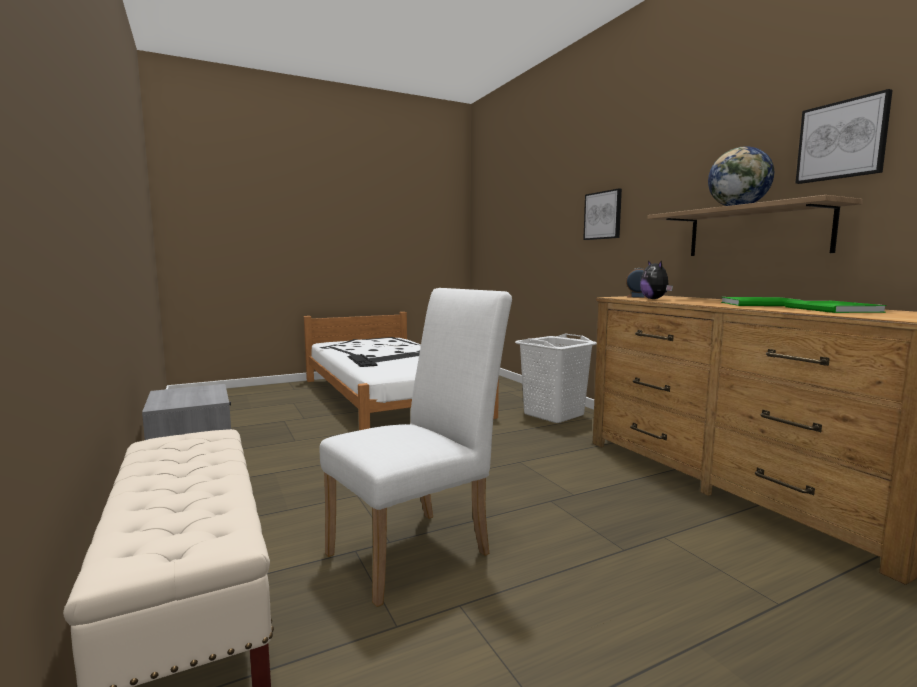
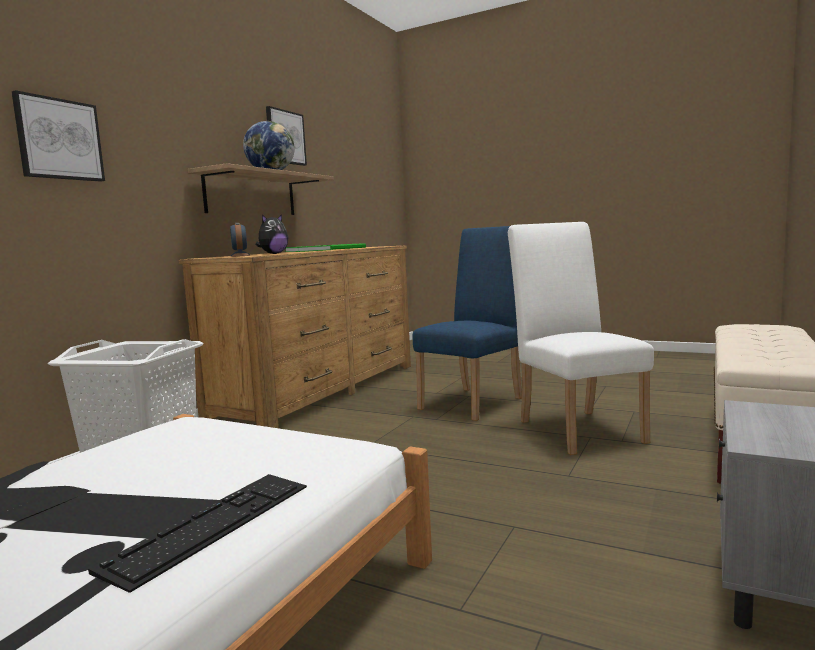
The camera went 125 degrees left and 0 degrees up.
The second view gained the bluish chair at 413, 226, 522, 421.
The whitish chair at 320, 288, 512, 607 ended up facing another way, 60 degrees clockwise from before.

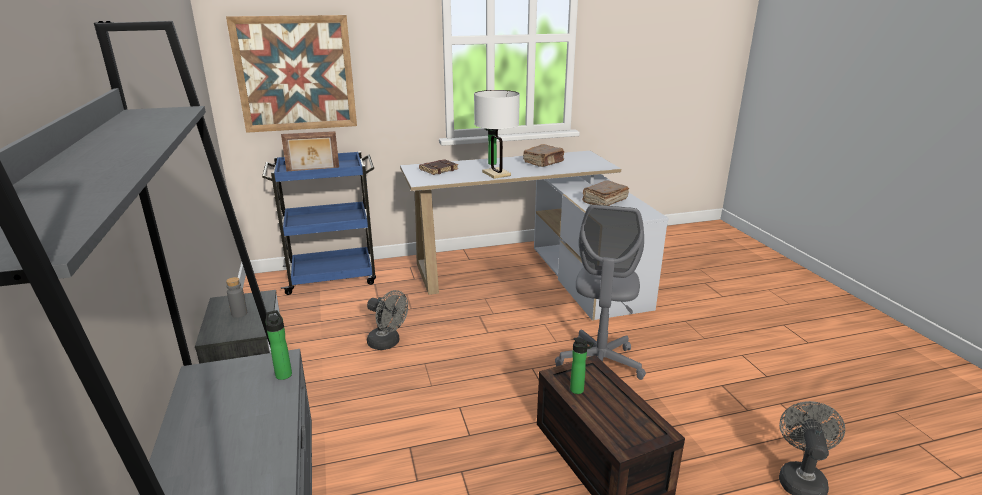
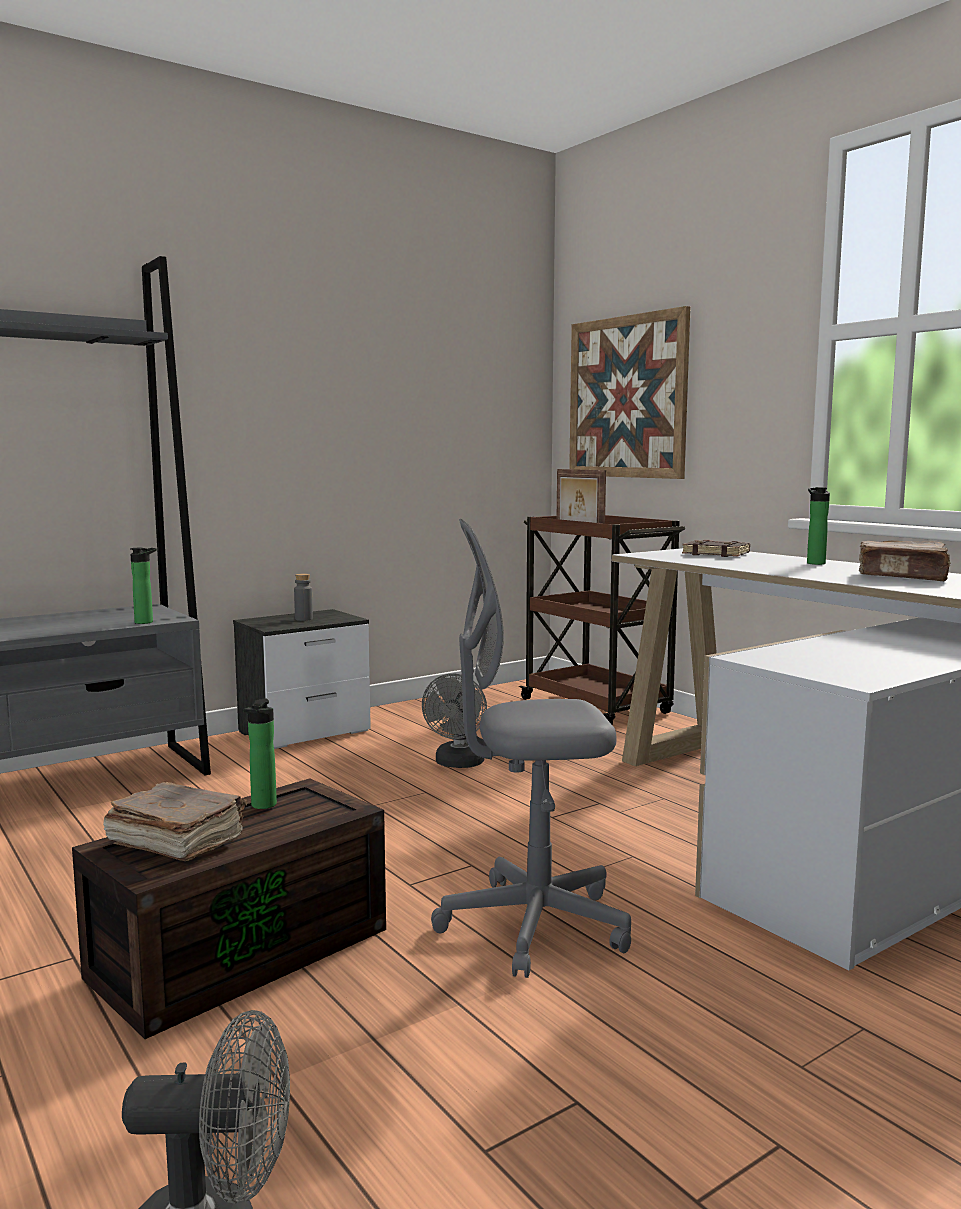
The camera went 70 degrees right and 15 degrees down.
The brown-coloured volume ended up elsewhere, having gone from 582, 180, 629, 206 to 103, 782, 247, 861.
What was the bluish trolley at 262, 151, 376, 295 turned into the brown-coloured trolley at 519, 515, 685, 724.
The second view lost the whitish tabletop lamp at 474, 90, 520, 179.

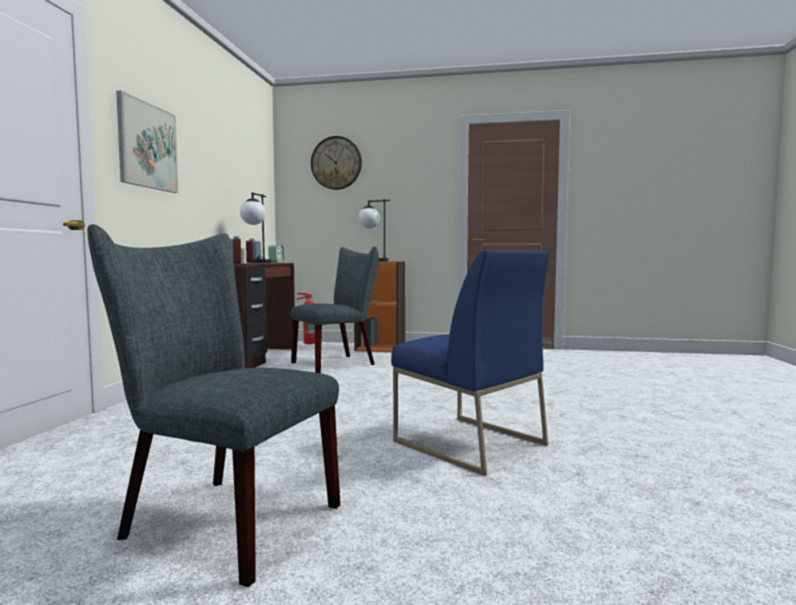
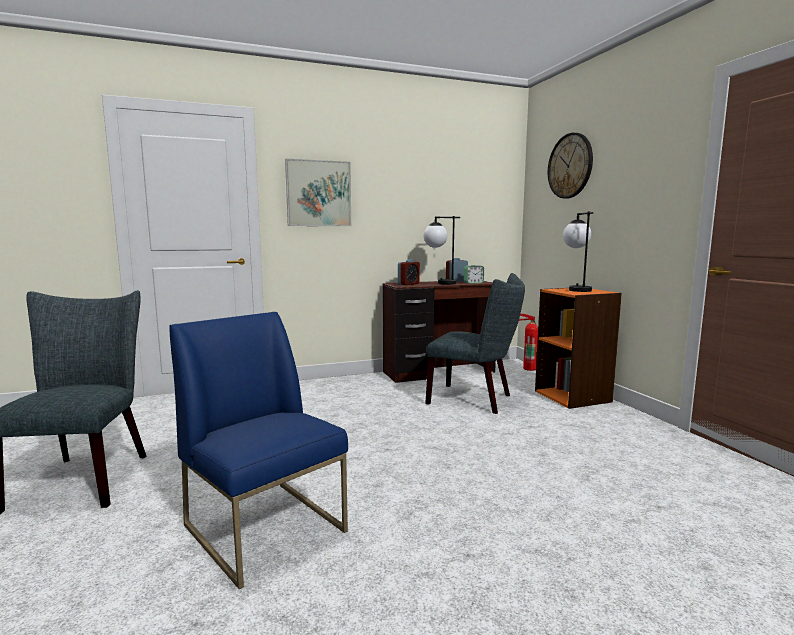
The camera went 60 degrees right and 5 degrees up.
The bluish chair at 391, 250, 550, 476 ended up facing another way, 120 degrees clockwise from before.

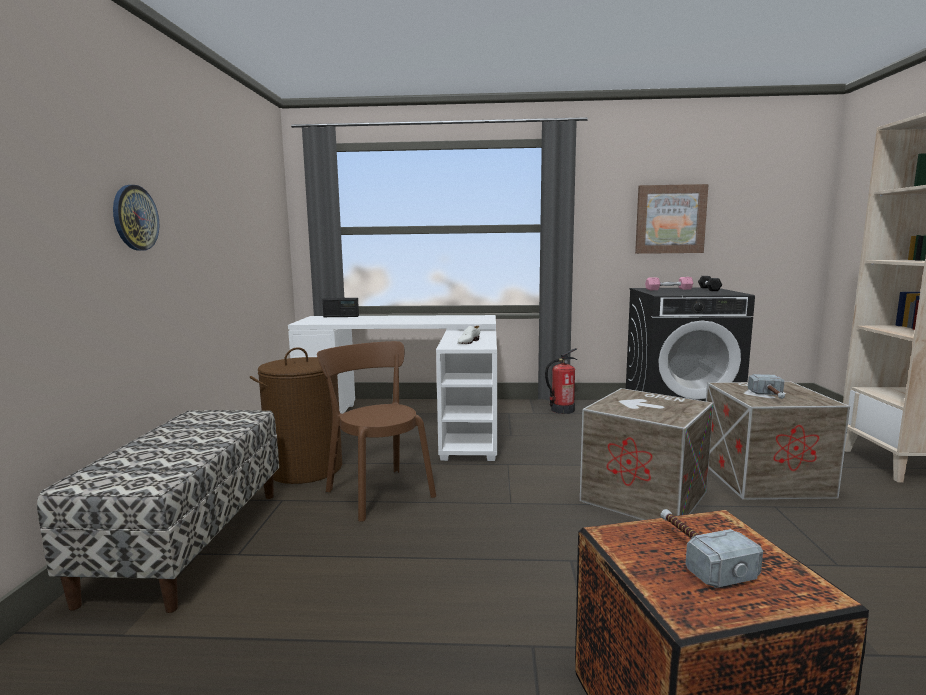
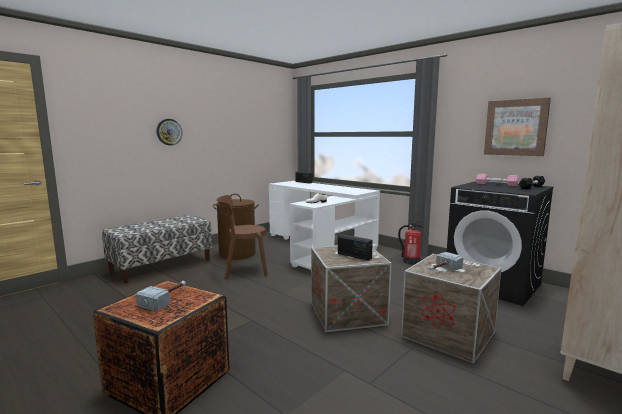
The camera went 40 degrees right and 0 degrees up.
The brown-coloured chair at 317, 341, 436, 522 ended up facing another way, 105 degrees counterclockwise from before.
The second view gained the radio set at 338, 234, 373, 261.

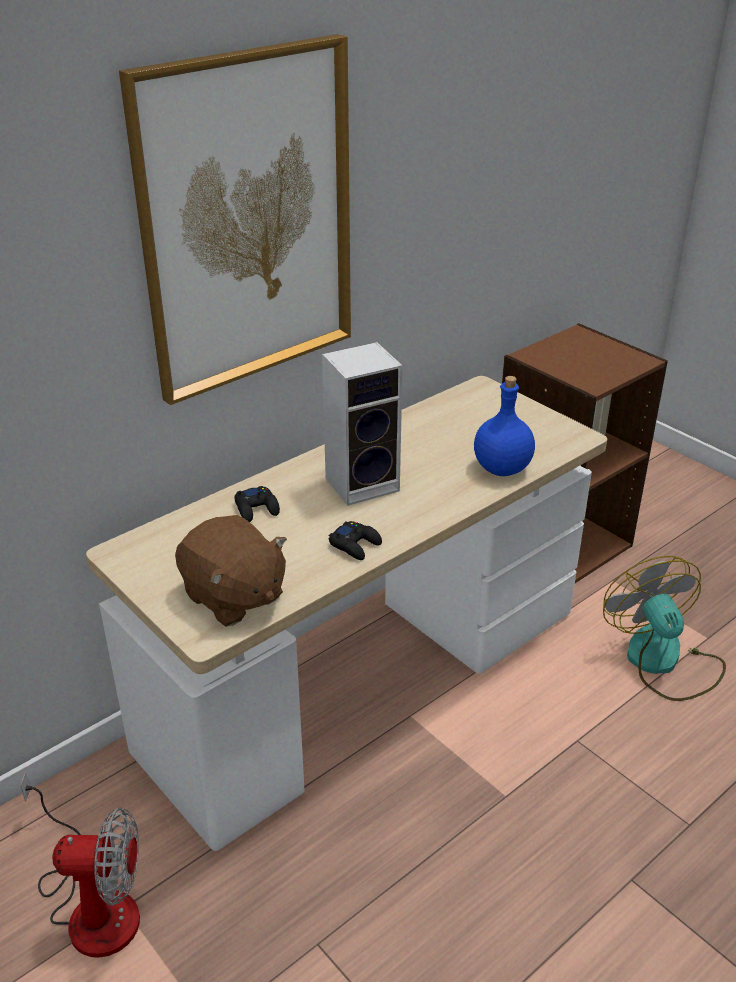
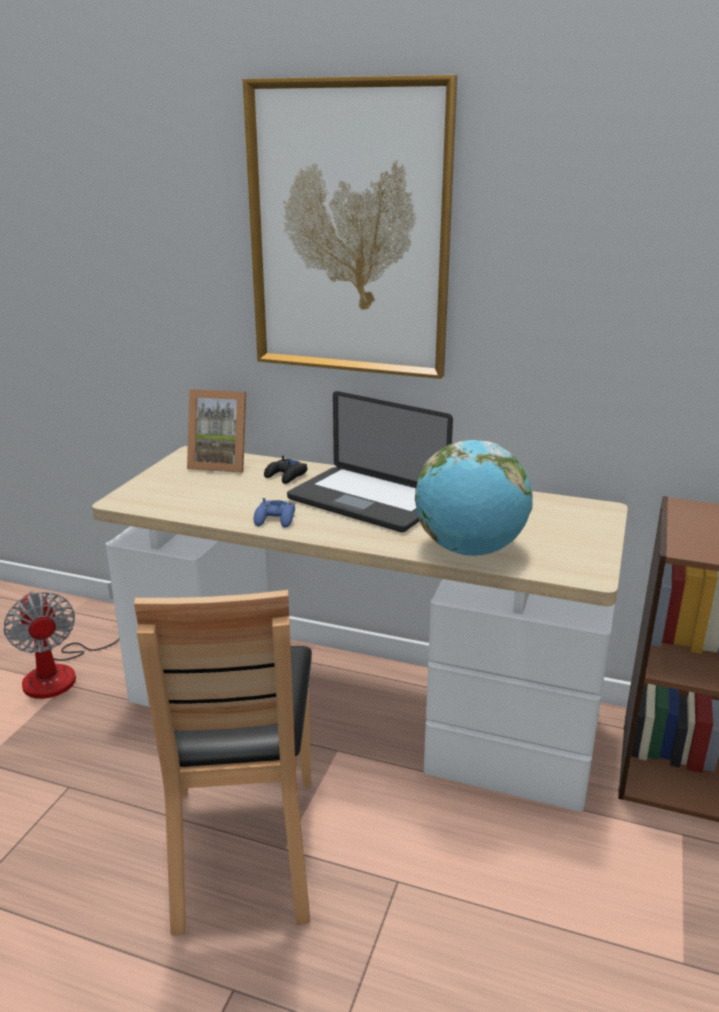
The camera went 60 degrees right and 10 degrees down.
The second view gained the brown-coloured chair at 134, 590, 312, 936.
The second view gained the standing frame at 187, 389, 246, 473.
What was the blackish joypad at 329, 521, 382, 560 turned into the bluish joypad at 254, 498, 295, 528.
Where the loudspeaker stood at 322, 342, 403, 506, the laptop came to stand at 287, 391, 453, 532.
Where the bluish drink bottle stood at 474, 376, 535, 476, the globe came to stand at 415, 440, 533, 556.
The second view lost the brown-coloured plush toy at 175, 515, 287, 627.
The second view lost the electric fan at 603, 556, 726, 701.

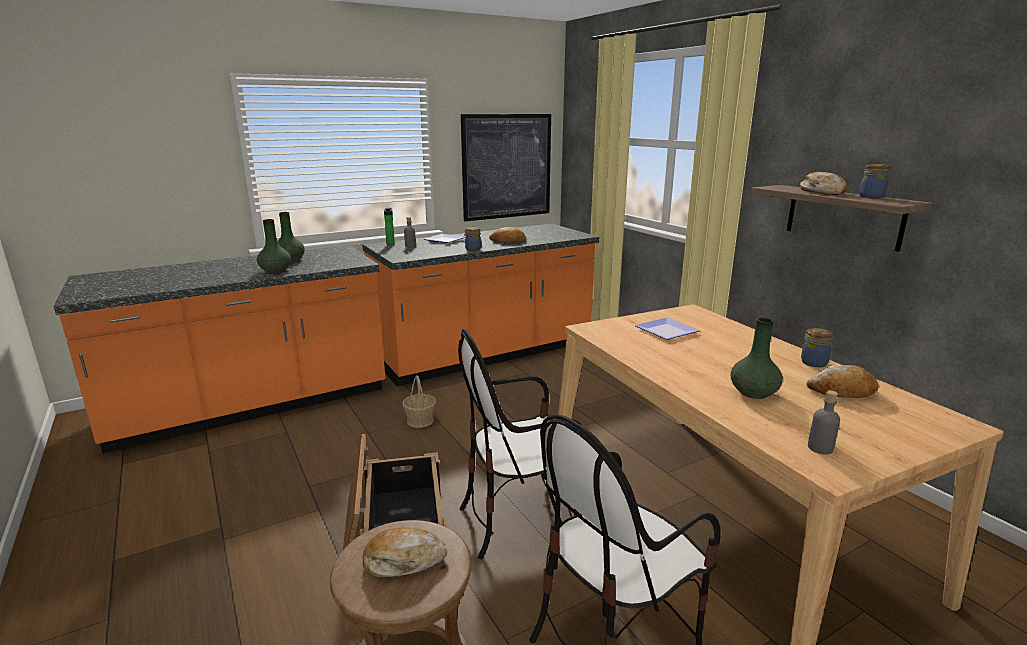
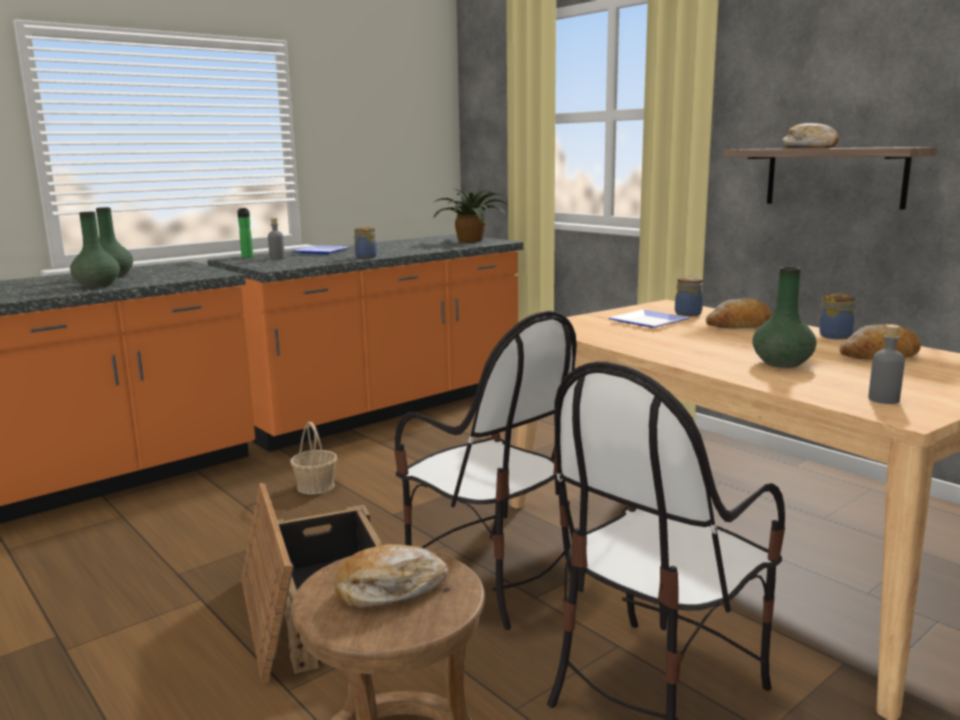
The camera went 10 degrees left and 5 degrees down.
The chair at 458, 329, 583, 559 ended up facing another way, 105 degrees counterclockwise from before.
The second view gained the plant in a pot at 433, 189, 506, 242.
The preserve jar ended up elsewhere, having gone from 859, 164, 890, 199 to 675, 277, 703, 316.
The bread ended up elsewhere, having gone from 489, 227, 525, 243 to 706, 298, 772, 328.
The second view lost the wall art at 461, 114, 551, 221.

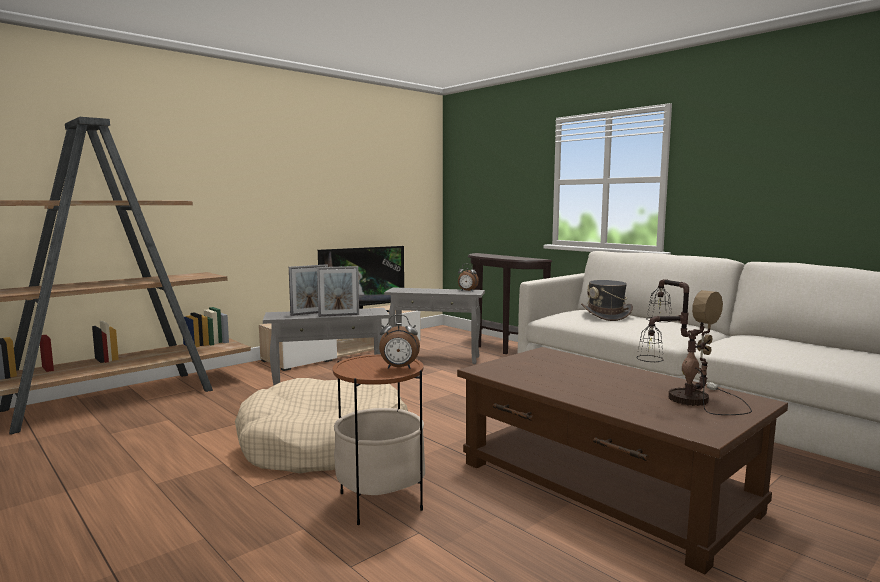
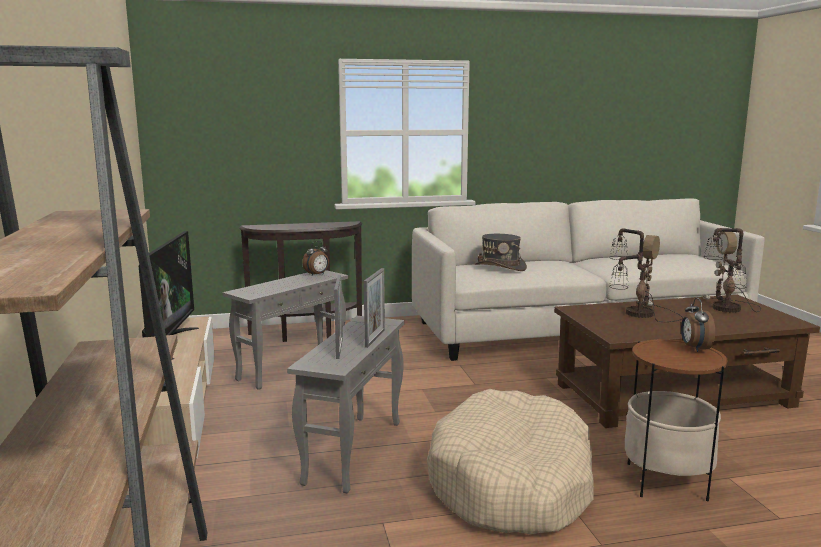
The camera went 60 degrees left and 5 degrees up.
The second view gained the tabletop lamp at 609, 229, 683, 322.
The table clock at 379, 314, 420, 369 ended up facing another way, 150 degrees clockwise from before.

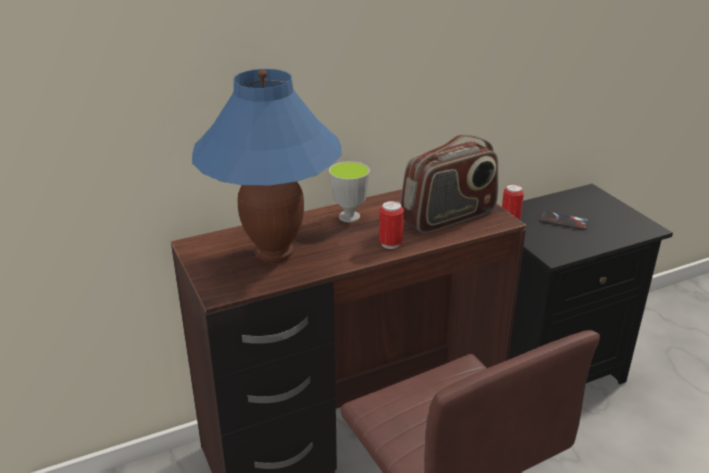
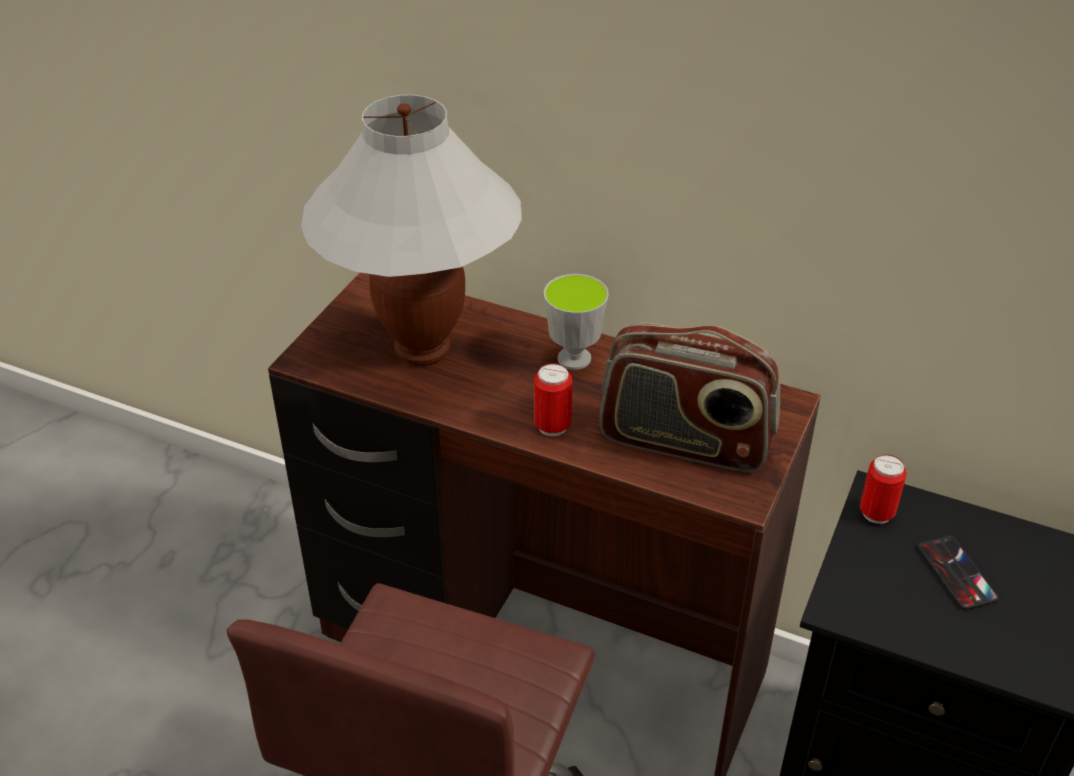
The camera went 50 degrees right and 10 degrees up.
What was the bluish tabletop lamp at 192, 69, 342, 263 turned into the whitish tabletop lamp at 300, 95, 522, 366.

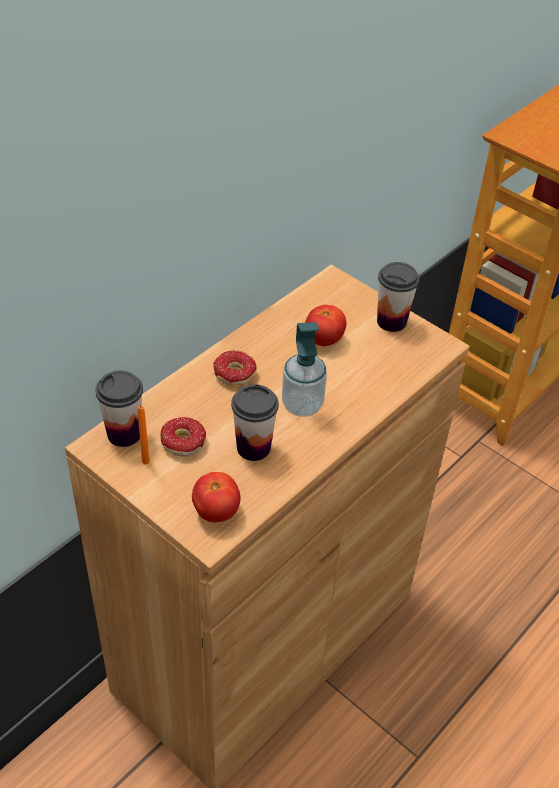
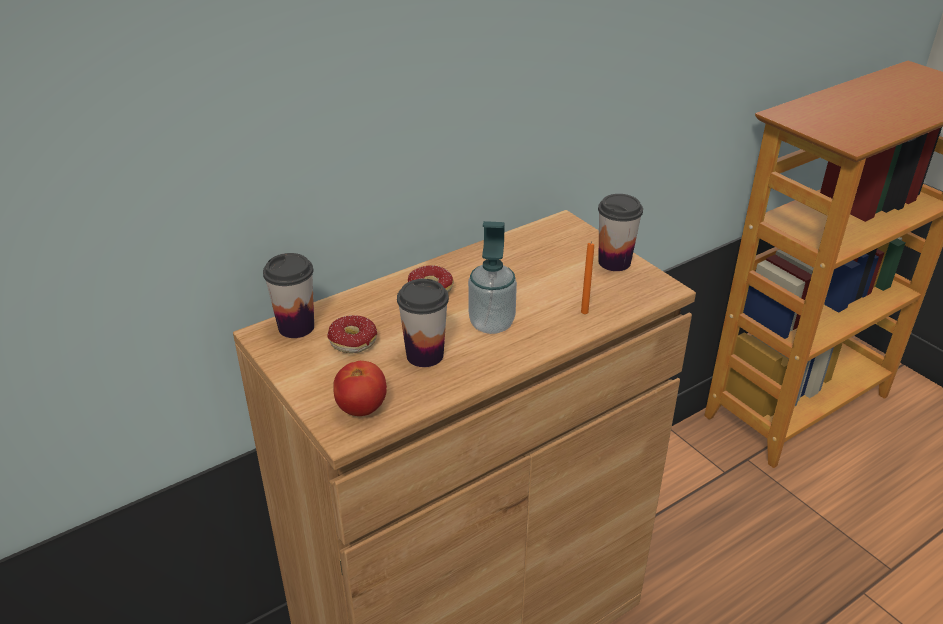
The camera went 15 degrees right and 10 degrees down.
The orange wax candle ended up elsewhere, having gone from 137, 406, 150, 464 to 581, 243, 594, 314.
The second view lost the fresh tomato at 305, 305, 347, 346.

